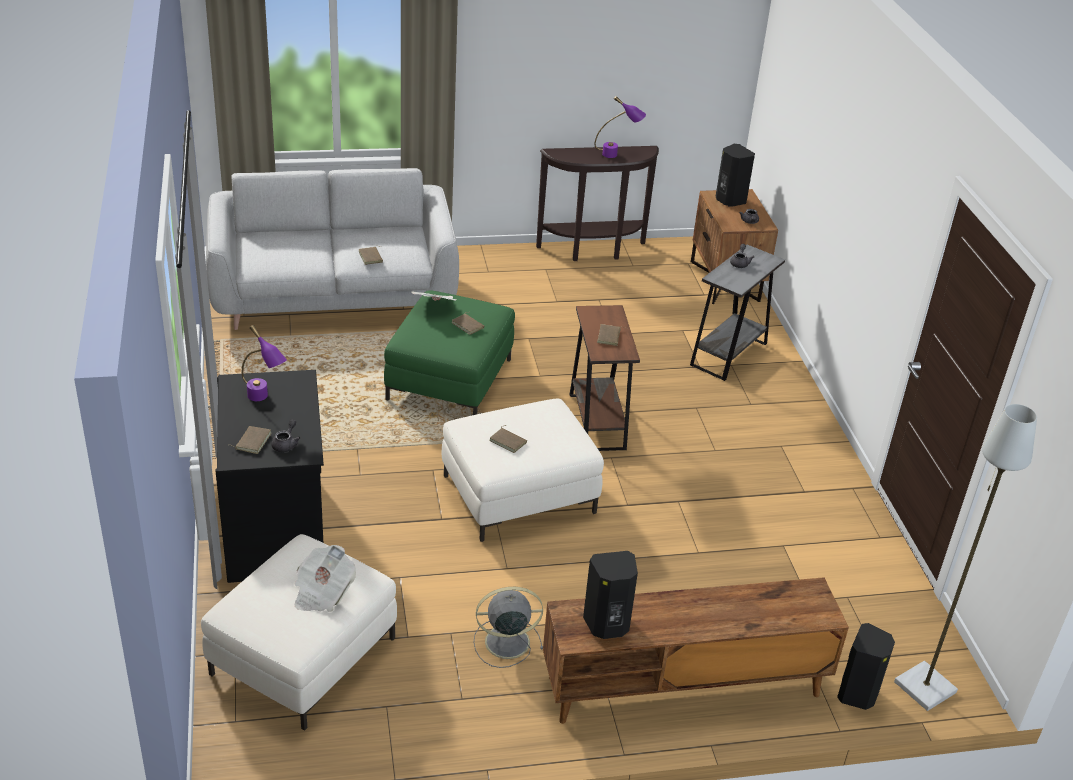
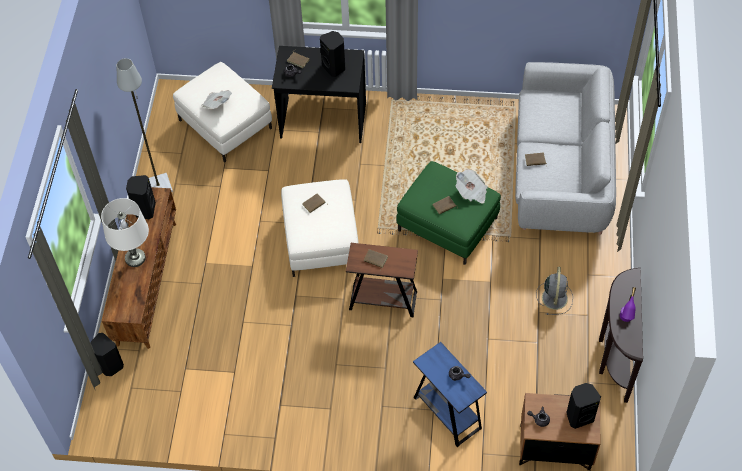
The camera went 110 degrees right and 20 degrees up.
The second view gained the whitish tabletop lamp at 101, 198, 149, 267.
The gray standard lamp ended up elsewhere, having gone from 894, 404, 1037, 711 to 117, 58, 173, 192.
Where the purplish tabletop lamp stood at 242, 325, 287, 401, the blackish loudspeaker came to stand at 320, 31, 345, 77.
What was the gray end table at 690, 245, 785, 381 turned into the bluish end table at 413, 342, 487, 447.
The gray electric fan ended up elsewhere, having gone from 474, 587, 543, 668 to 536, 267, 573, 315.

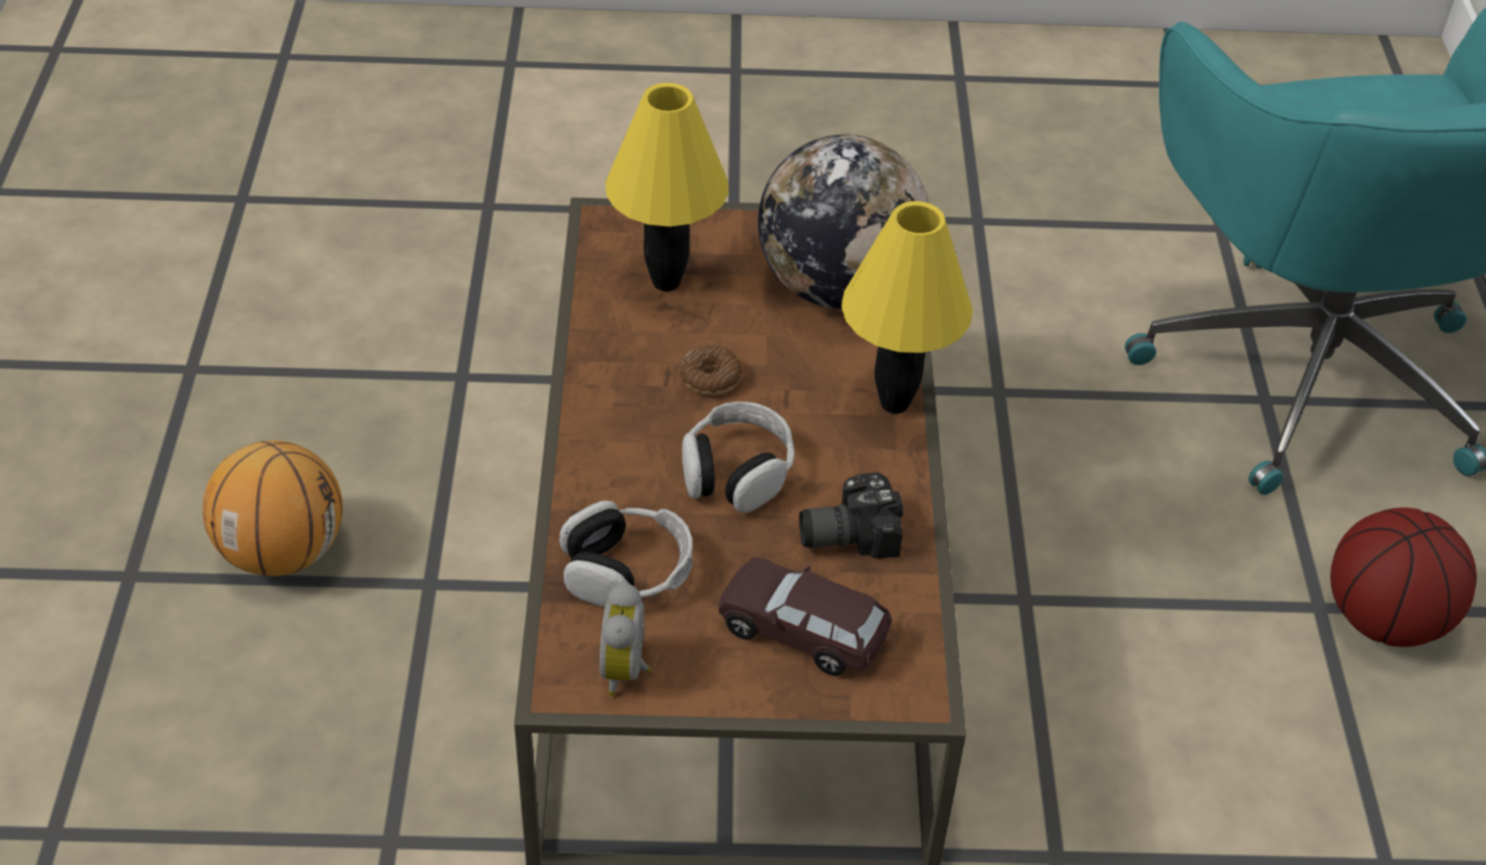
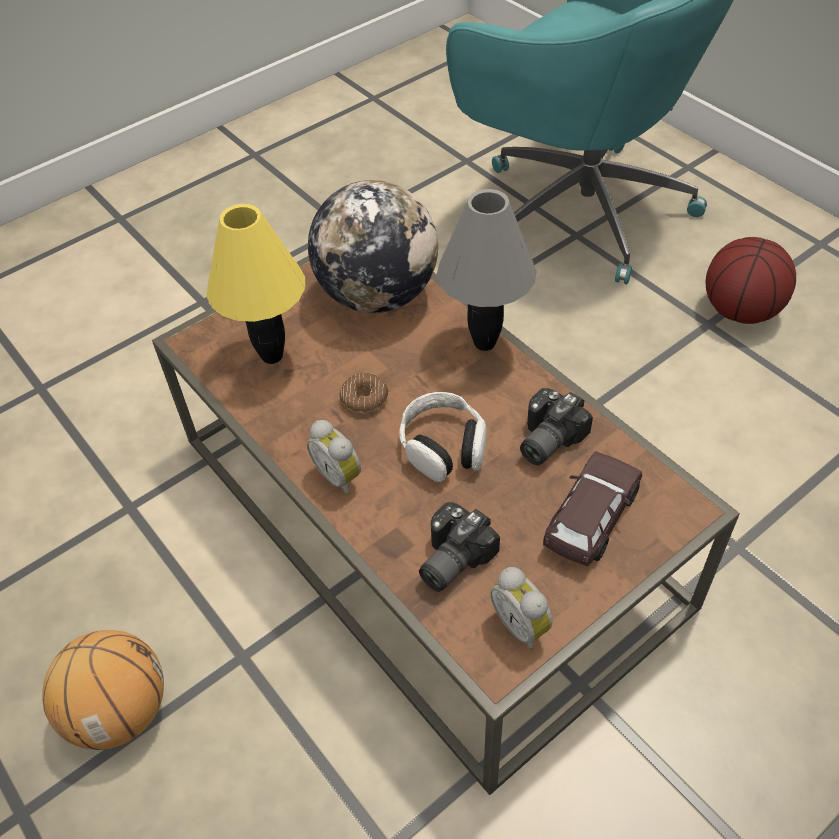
The camera went 35 degrees left and 5 degrees up.
The second view gained the table clock at 307, 420, 361, 496.
Where the headphones stood at 559, 501, 693, 607, the still camera came to stand at 419, 502, 500, 592.
What was the yellowish tabletop lamp at 841, 201, 973, 413 turned into the gray tabletop lamp at 437, 189, 537, 351.
The brown-coloured miniature car at 719, 557, 892, 676 ended up facing another way, 135 degrees clockwise from before.

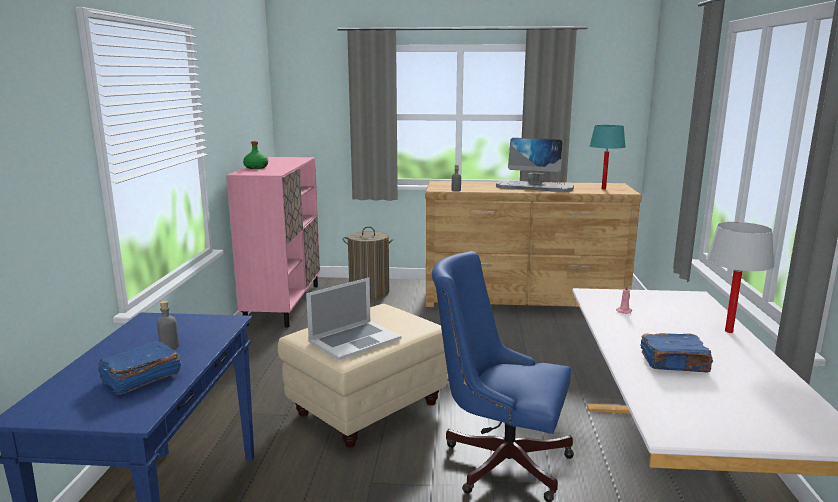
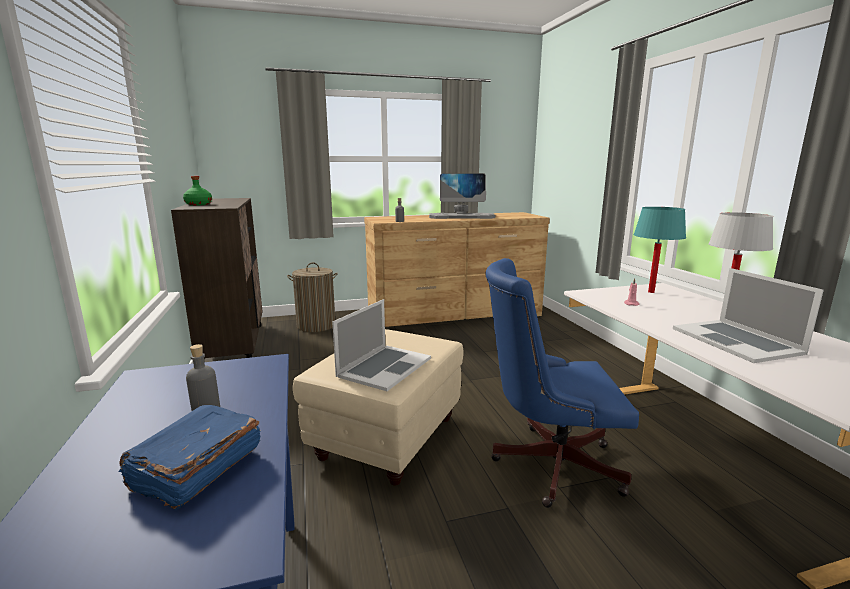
The camera went 20 degrees left and 0 degrees up.
What was the pink cupboard at 226, 157, 320, 328 turned into the brown-coloured cupboard at 171, 198, 263, 362.
The turquoise tabletop lamp ended up elsewhere, having gone from 589, 125, 626, 190 to 634, 207, 686, 293.
Where the bluish volume stood at 640, 333, 714, 372, the laptop came to stand at 673, 268, 824, 363.

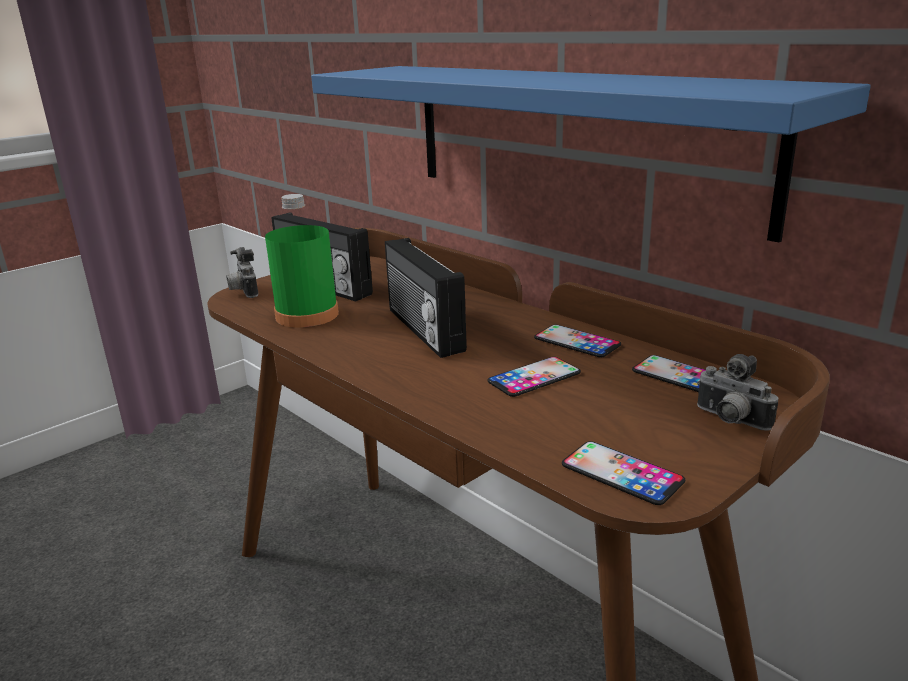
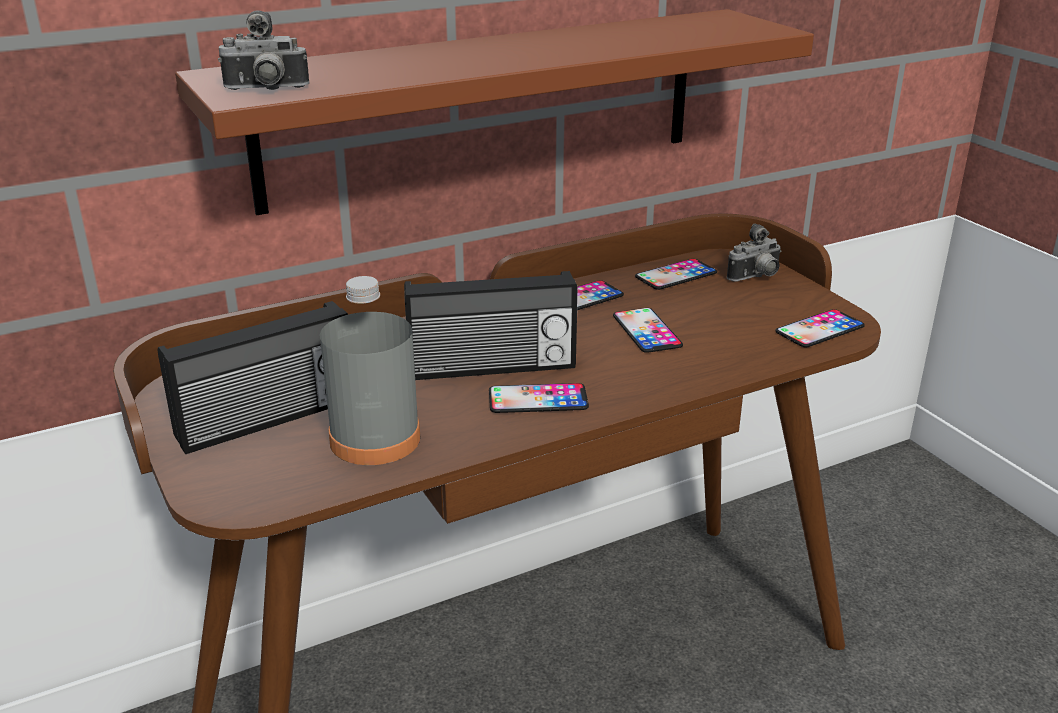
The camera went 75 degrees left and 5 degrees up.
What was the bluish wall shelf at 311, 66, 871, 243 turned into the brown-coloured wall shelf at 175, 9, 814, 215.
The still camera ended up elsewhere, having gone from 226, 247, 258, 298 to 218, 10, 309, 90.
What was the green drink bottle at 265, 194, 339, 328 turned into the gray drink bottle at 320, 276, 420, 465.
The second view gained the telephone at 489, 383, 589, 413.

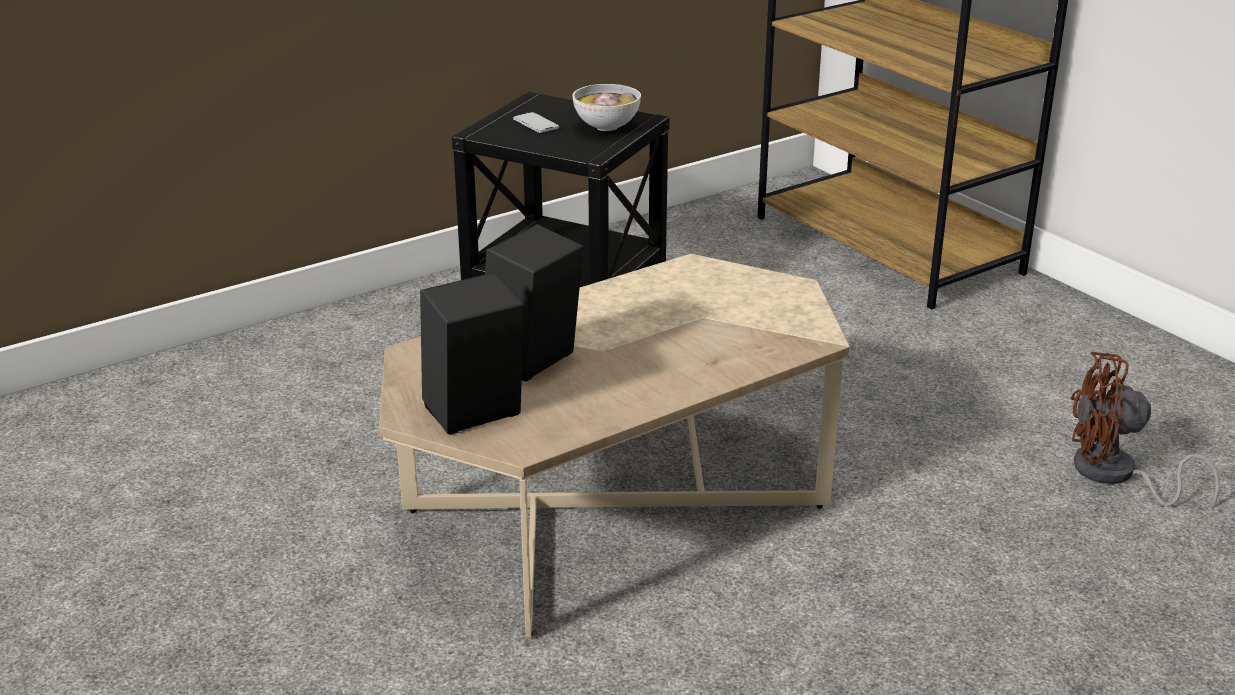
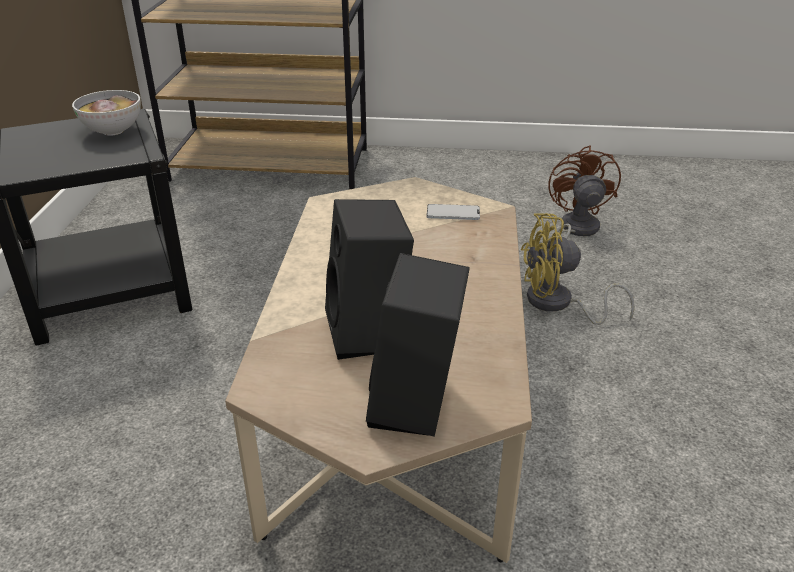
The camera went 50 degrees left and 5 degrees up.
The telephone ended up elsewhere, having gone from 513, 112, 559, 133 to 427, 204, 480, 220.
The second view gained the yellowish electric fan at 521, 213, 635, 325.
The brown-coloured electric fan at 1071, 352, 1220, 507 ended up facing another way, 135 degrees clockwise from before.

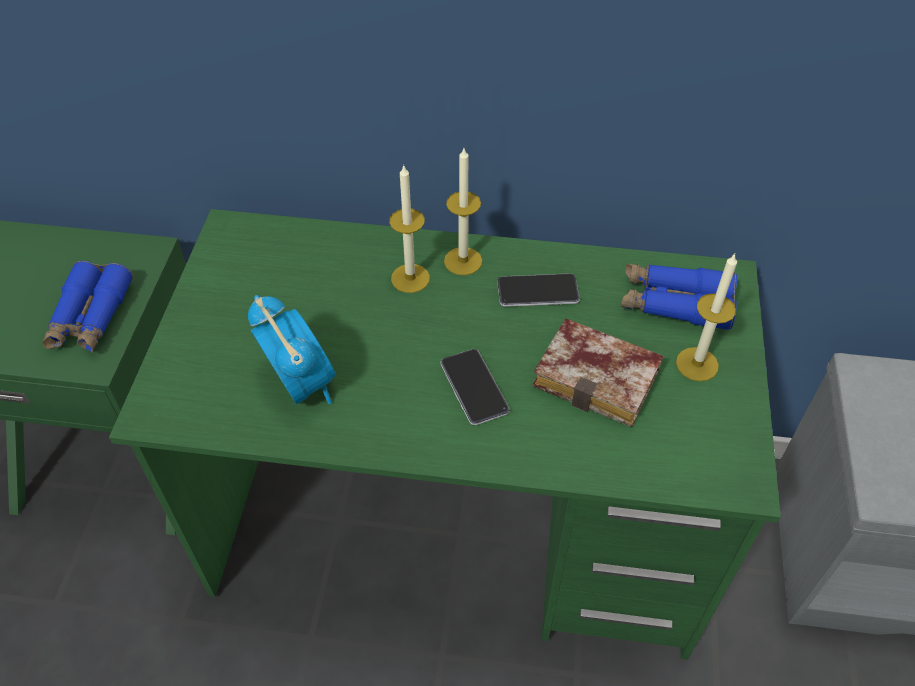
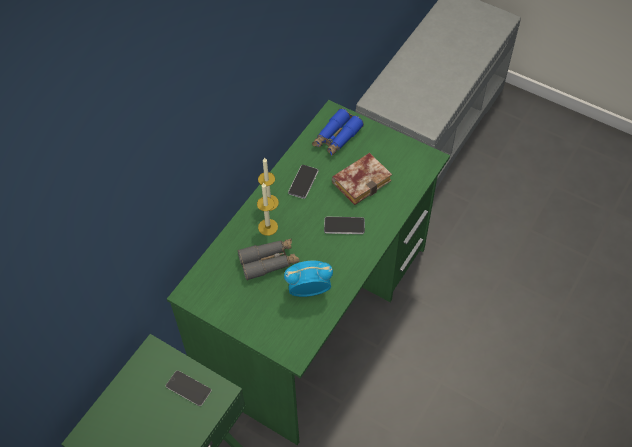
The camera went 65 degrees left and 5 degrees up.
Where the bluish pair of binoculars stood at 42, 261, 133, 353, the telephone came to stand at 166, 370, 212, 406.
The second view gained the gray pair of binoculars at 238, 238, 300, 281.
The second view lost the wax candle at 676, 254, 737, 381.

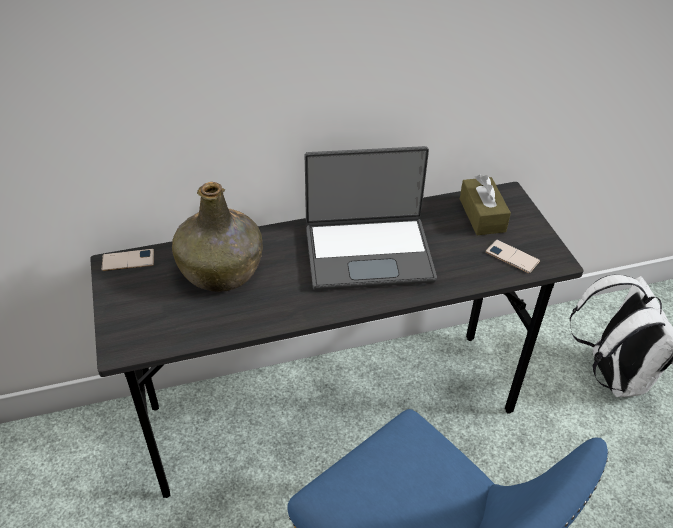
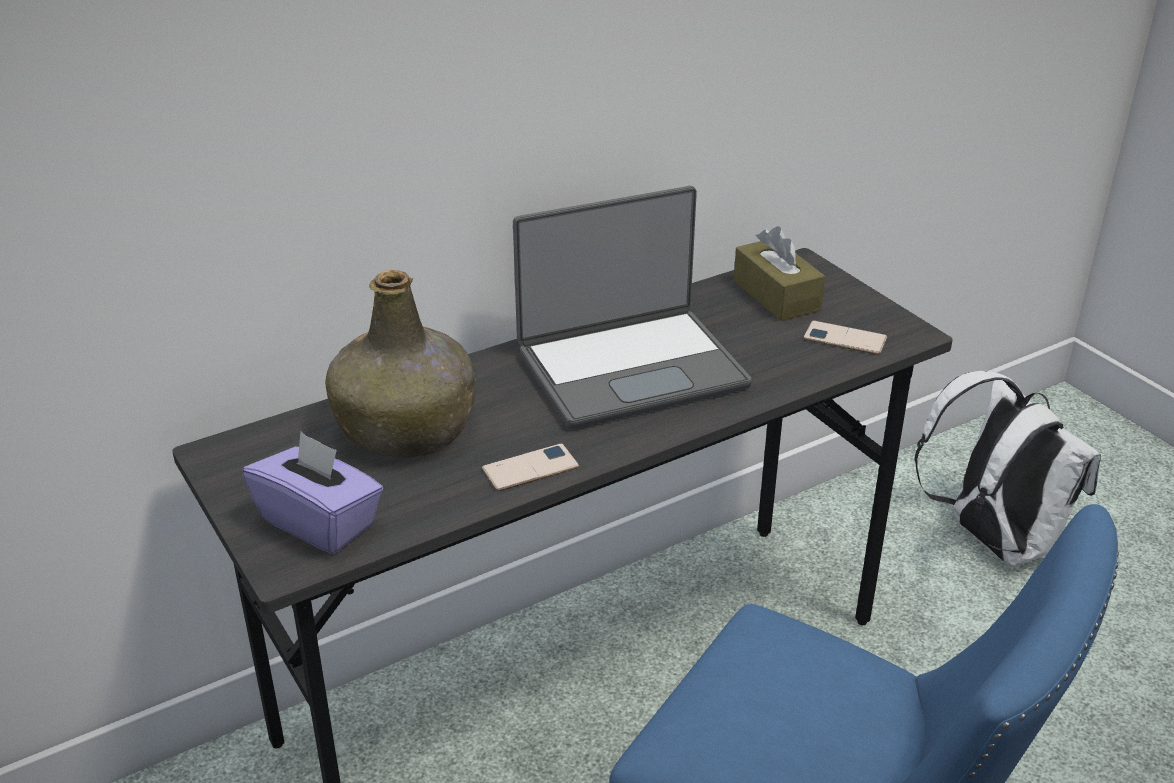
The camera went 15 degrees left and 10 degrees down.
The second view gained the purplish box of tissues at 243, 431, 383, 554.
The telephone ended up elsewhere, having gone from 102, 249, 154, 271 to 482, 444, 579, 491.

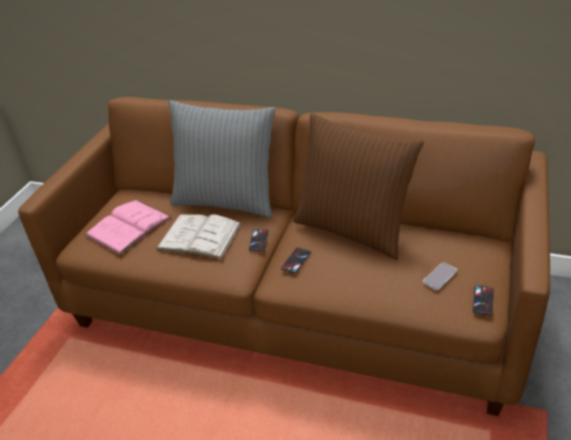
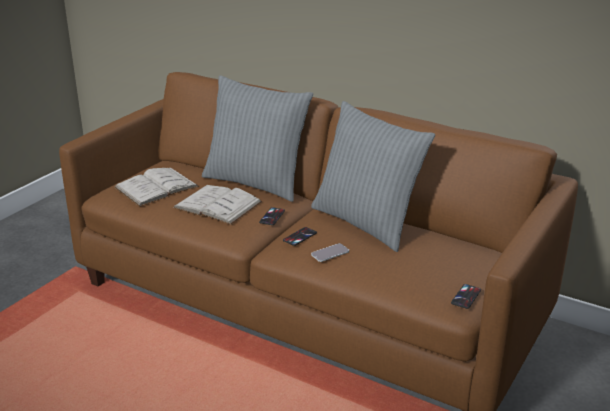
The camera went 10 degrees right and 10 degrees down.
What was the pink volume at 85, 200, 172, 255 turned into the whitish volume at 114, 168, 199, 206.
What was the brown-coloured cushion at 293, 113, 424, 260 turned into the gray cushion at 311, 101, 435, 252.
The telephone ended up elsewhere, having gone from 423, 263, 457, 290 to 311, 243, 349, 262.

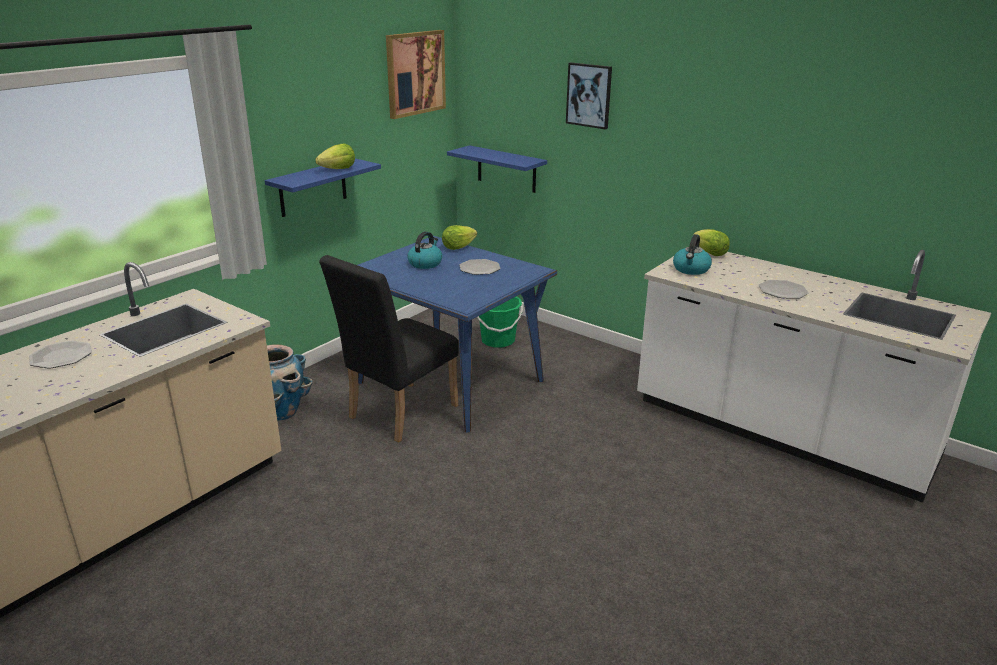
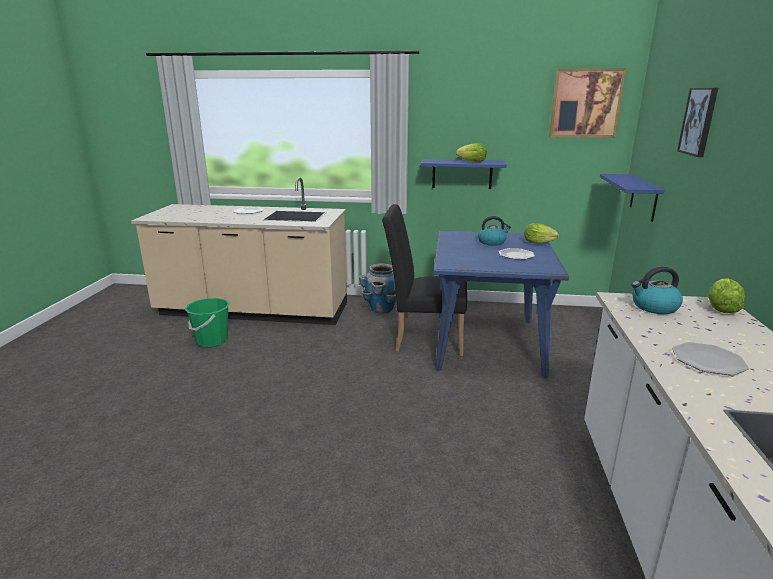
The camera went 60 degrees right and 5 degrees down.
The green pail ended up elsewhere, having gone from 477, 297, 523, 348 to 185, 298, 230, 347.

